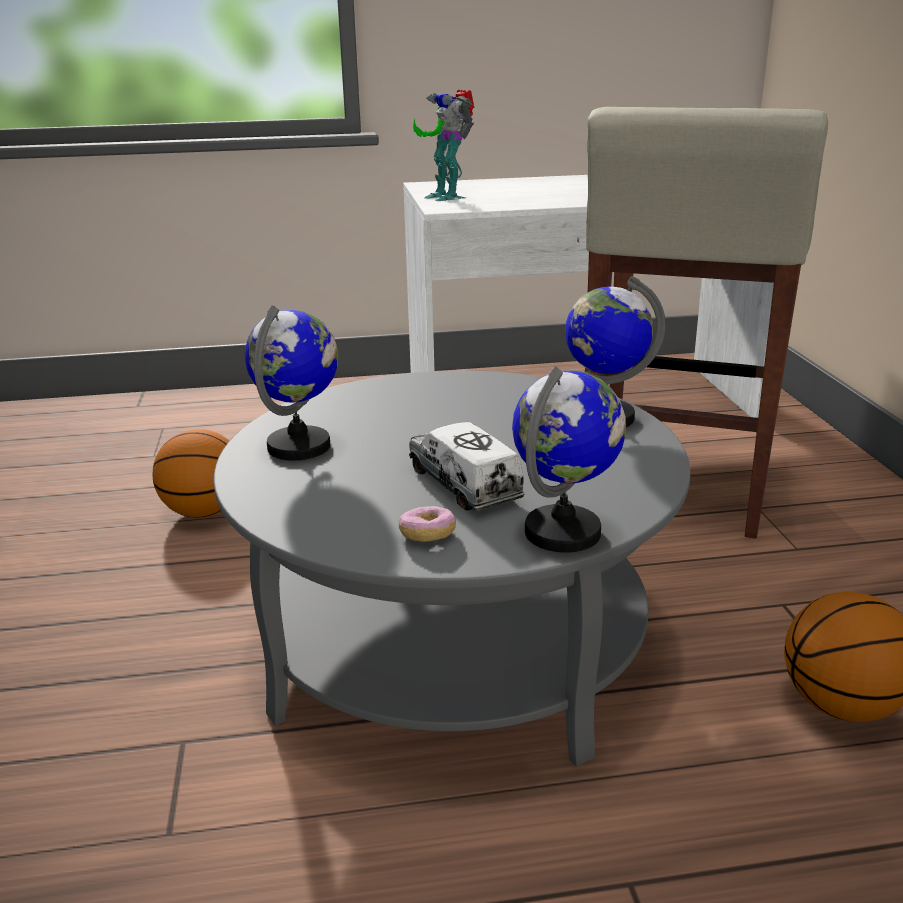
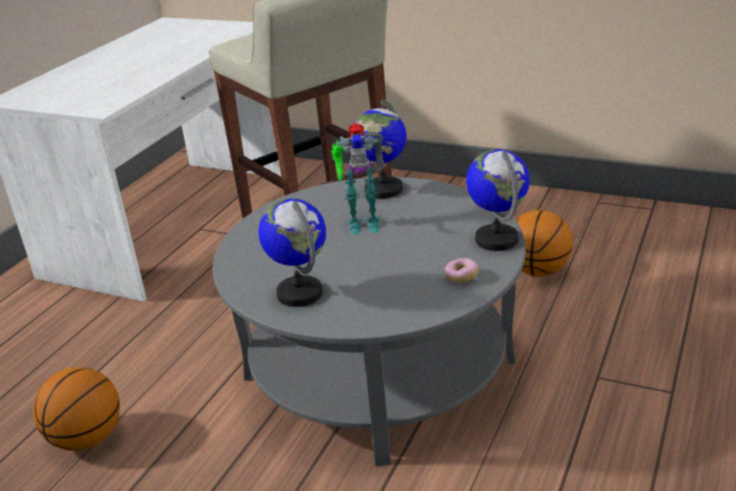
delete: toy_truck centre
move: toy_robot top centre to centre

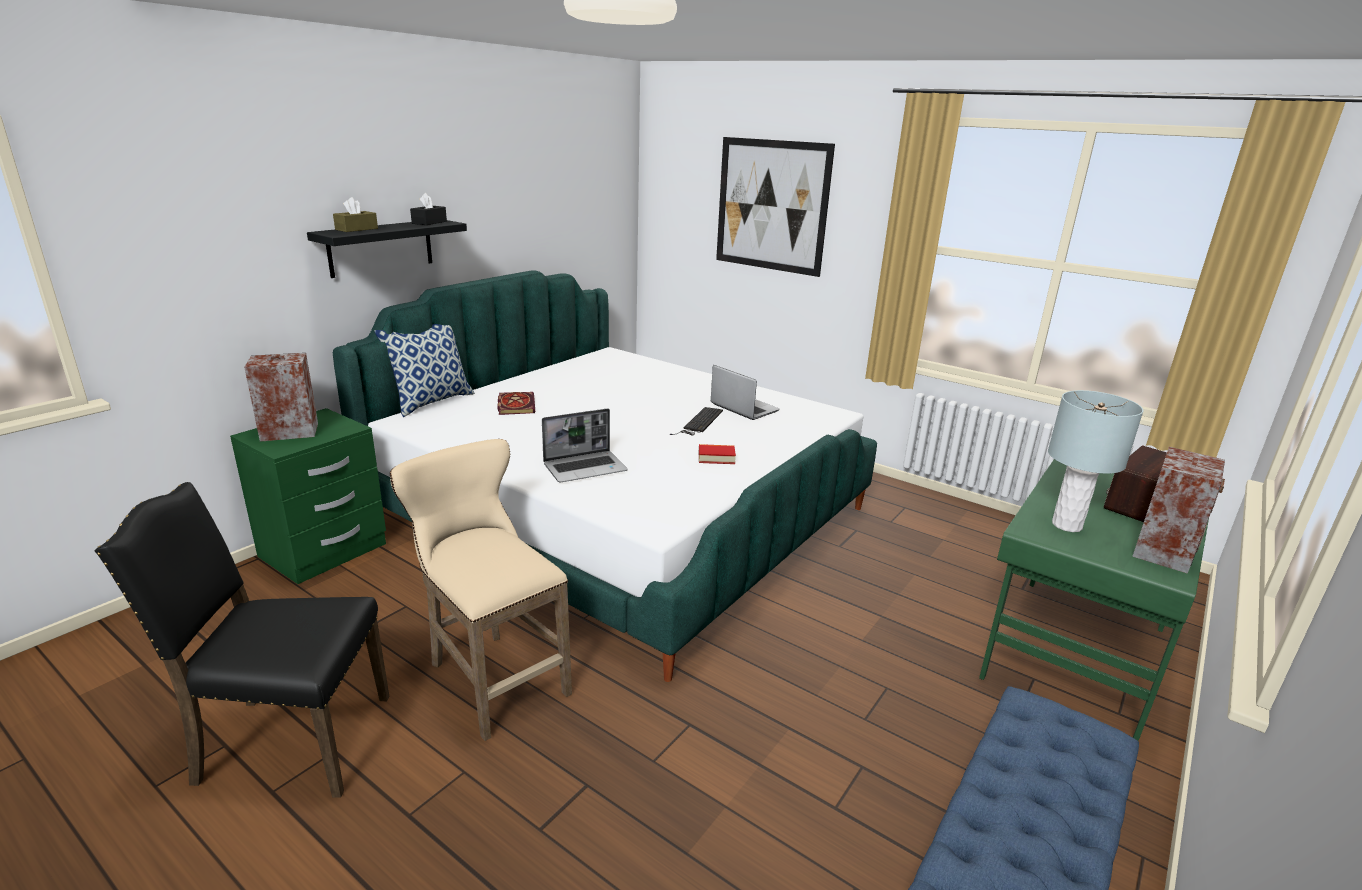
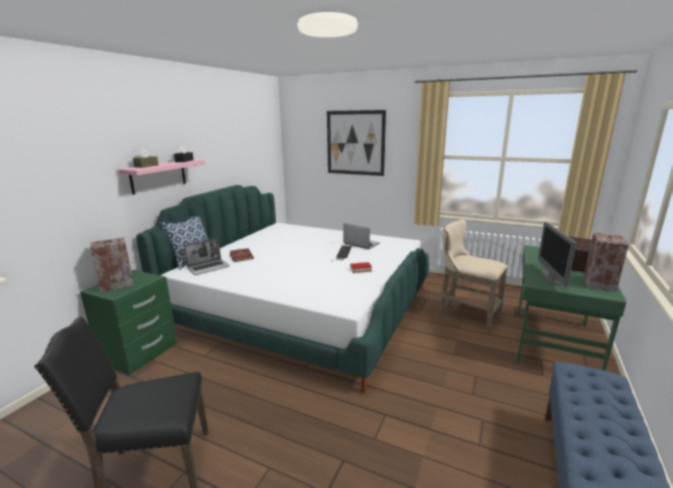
move: beige_stool centre to middle right; laptop (1st from left) centre to middle left
replace: grey_table_lamp middle right to monitor middle right
recolor: black_shelf top left to pink_shelf middle left

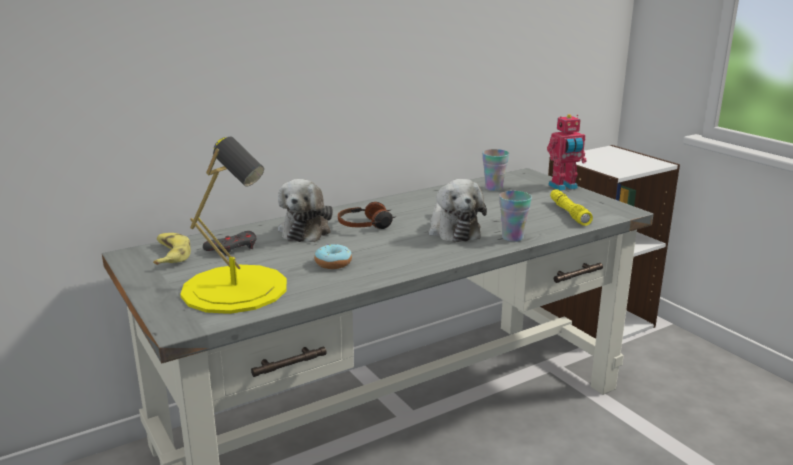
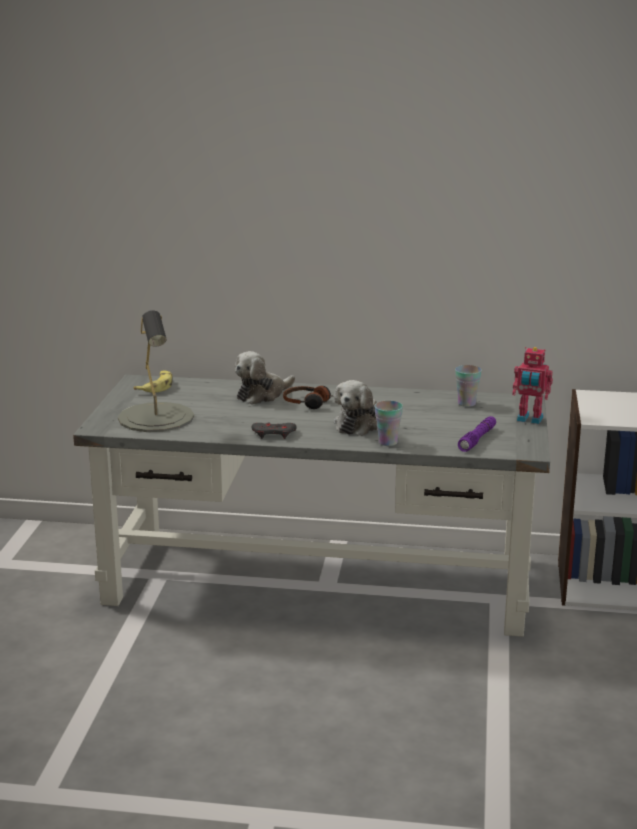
delete: donut centre
move: grey_game_controller middle left to centre
recolor: yellow_table_lamp middle left to grey_table_lamp middle left; yellow_flashlight middle right to purple_flashlight middle right

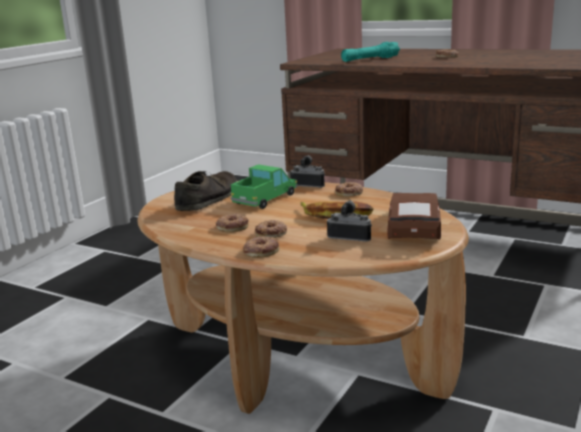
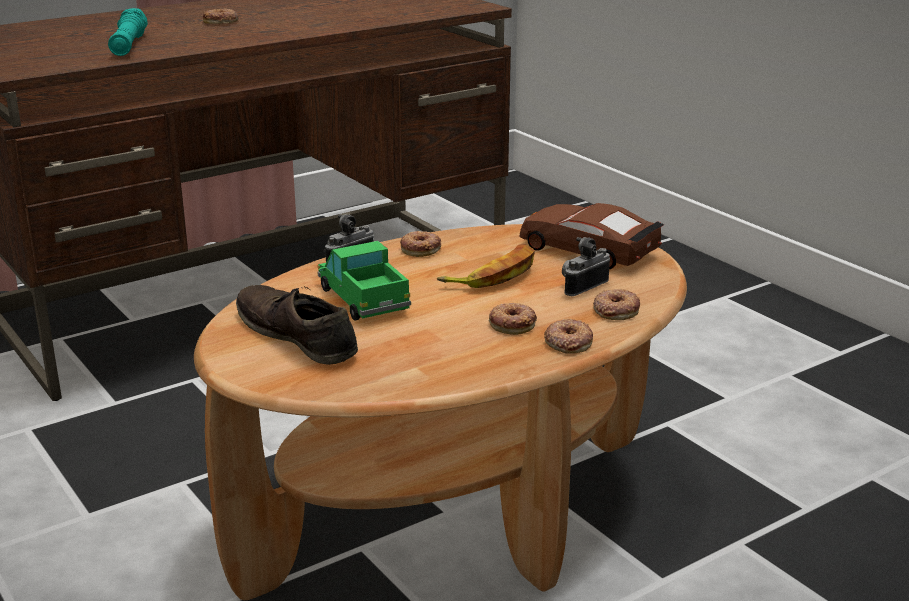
move: donut (1st from left in the first image) centre to donut (5th from left) middle right

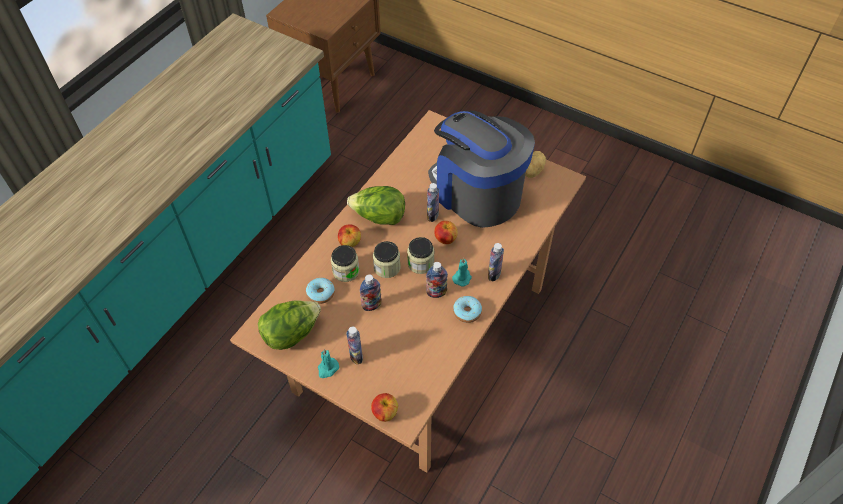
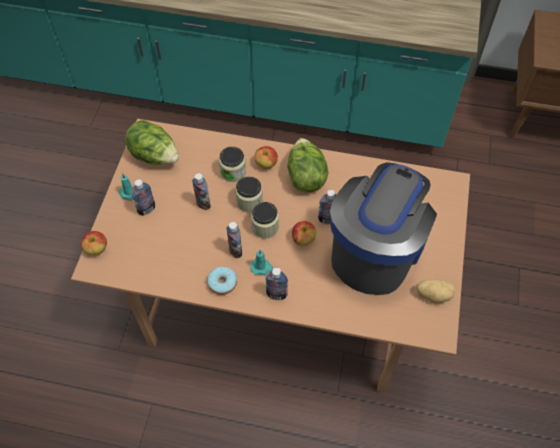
delete: donut (1st from left) centre

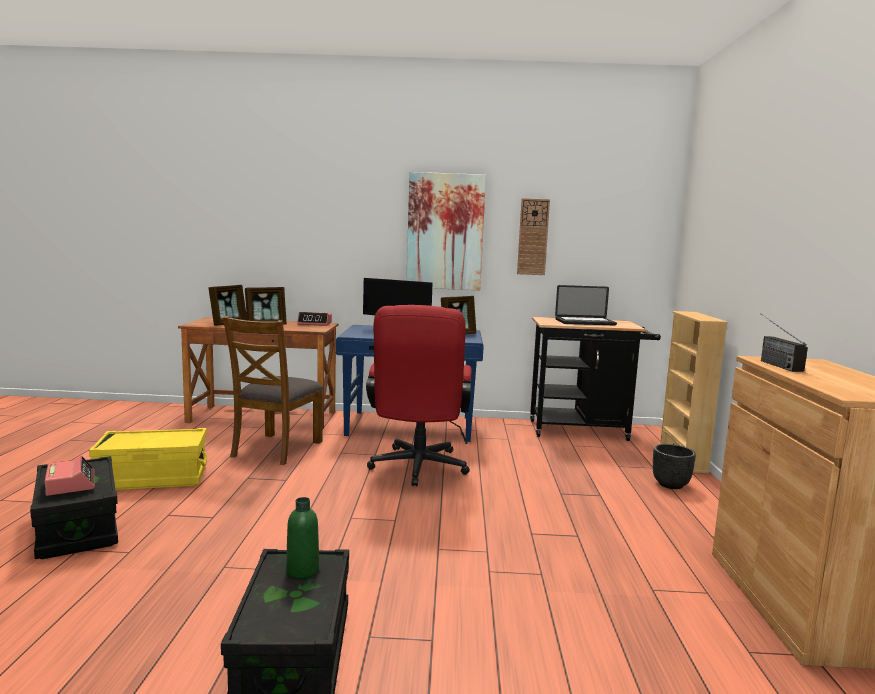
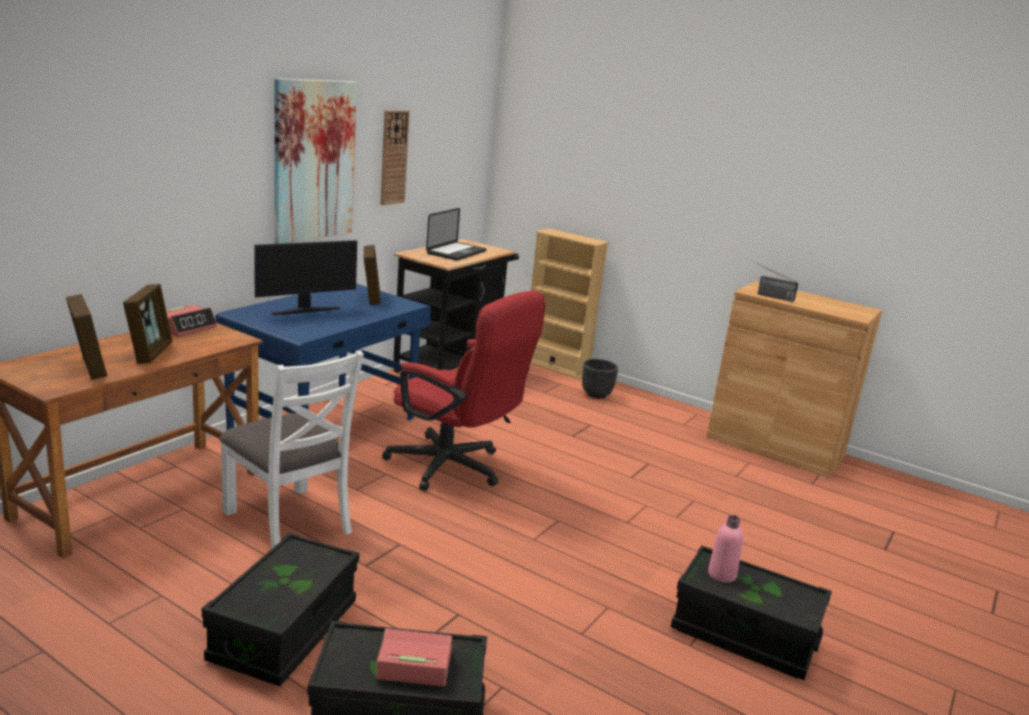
recolor: yellow_storage_box middle left to black_storage_box (1st from left) bottom left; brown_chair middle left to white_chair middle left; green_bottle bottom centre to pink_bottle bottom right

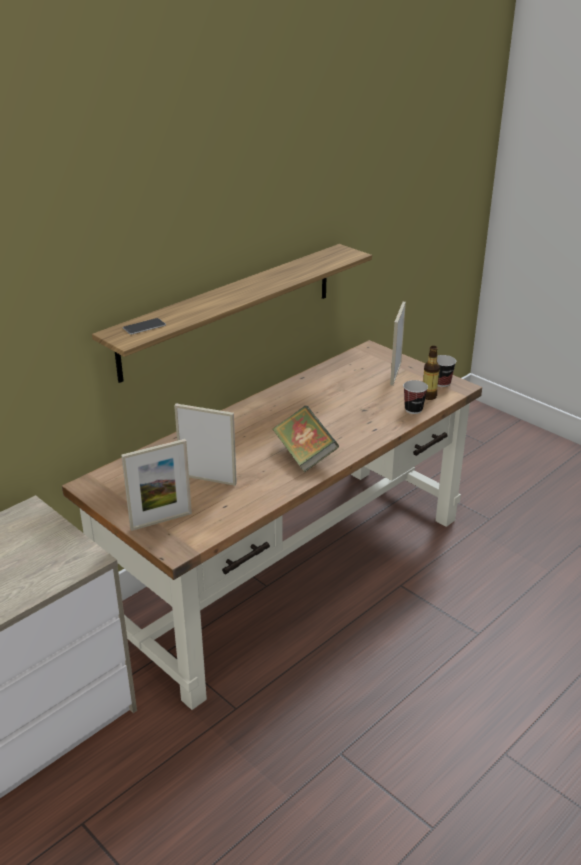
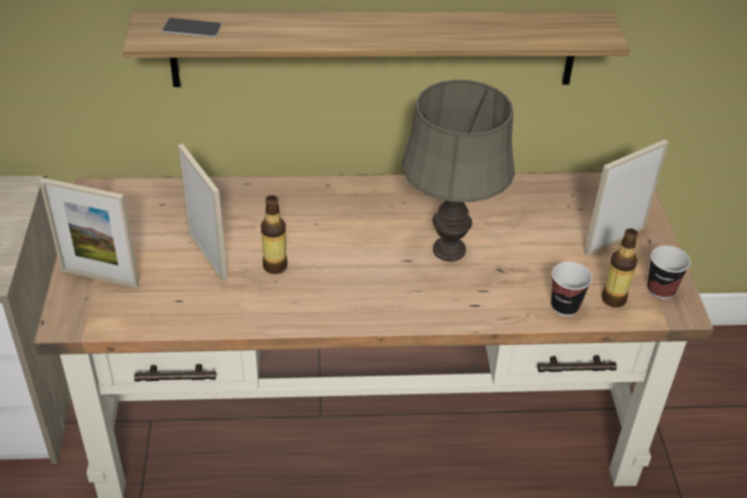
delete: book centre
insert: bottle (1st from left) centre; grey_table_lamp centre

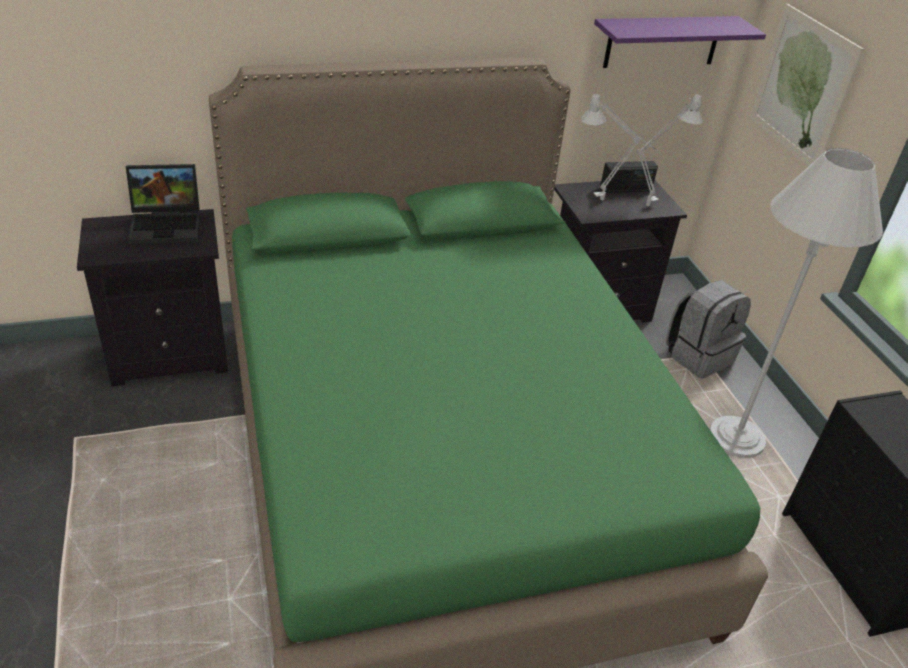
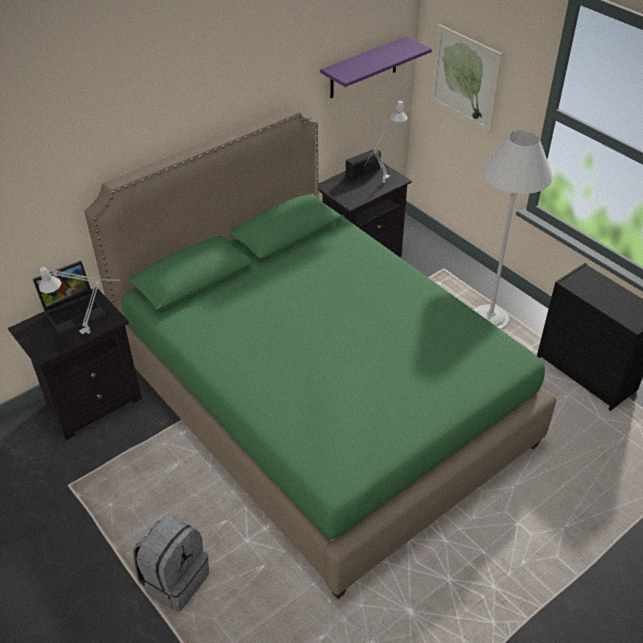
move: grey_table_lamp (1st from left) top right to middle left; grey_backpack middle right to bottom left

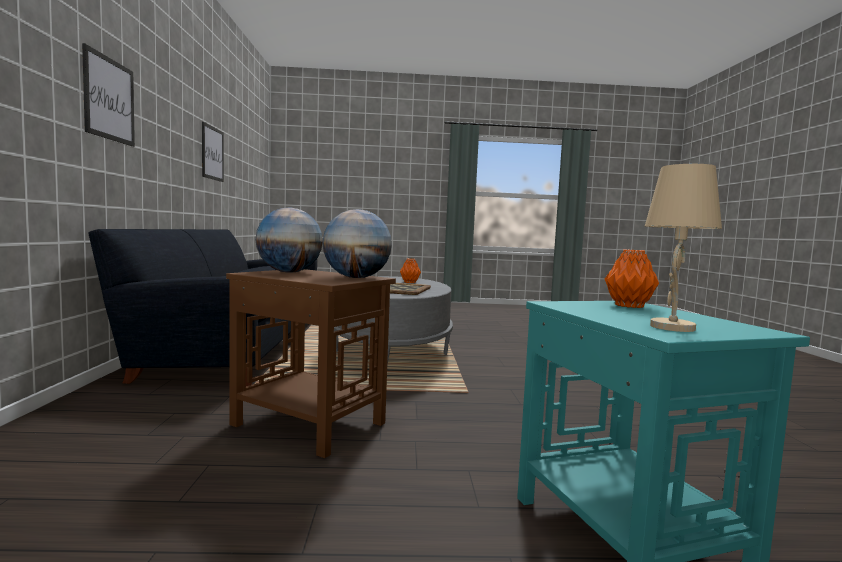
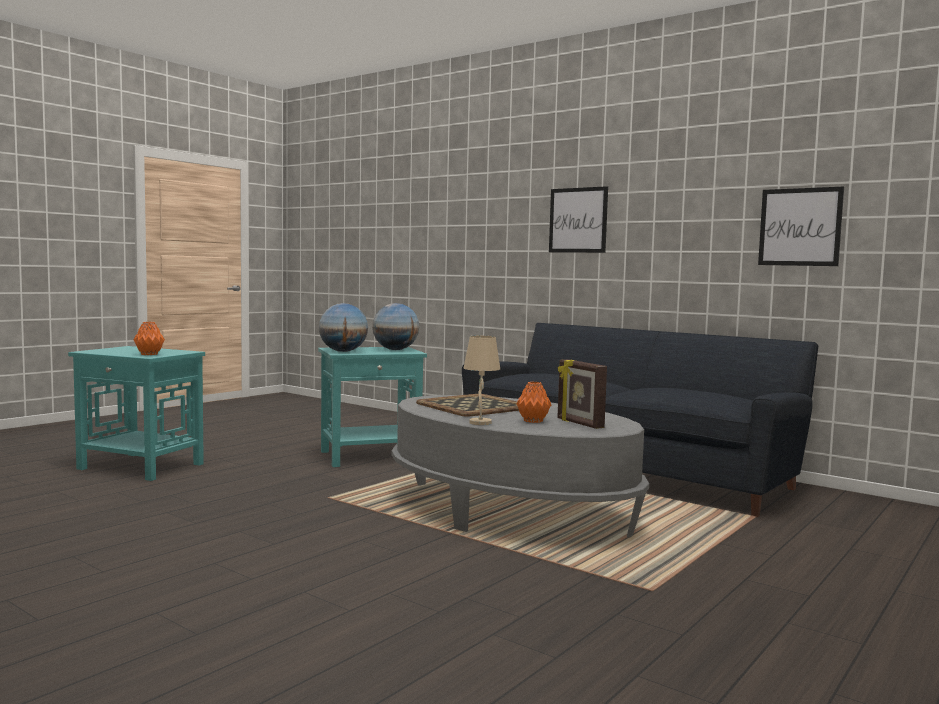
insert: picture_frame centre
move: beige_table_lamp middle right to centre
recolor: brown_side_table centre to turquoise_side_table (2nd from left) centre

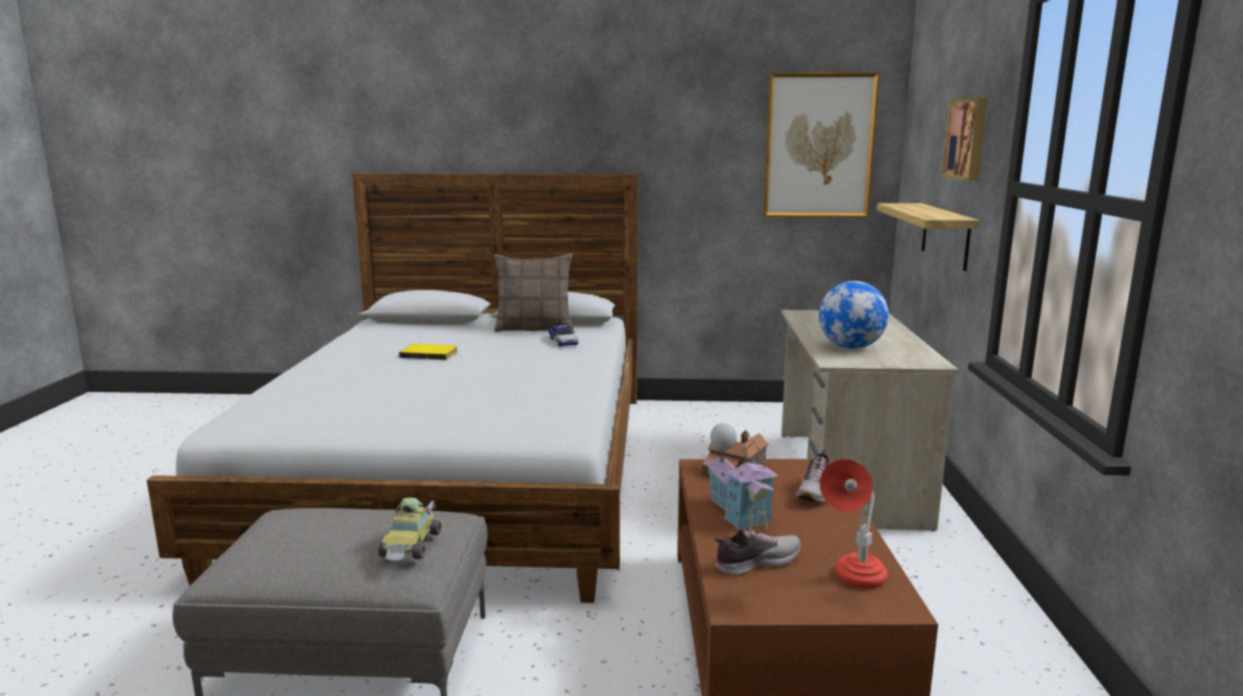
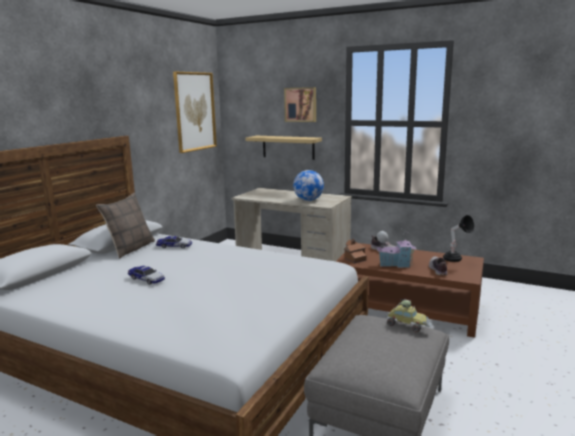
replace: yellow_book centre to toy_car (1st from left) middle left
recolor: red_table_lamp bottom right to black_table_lamp middle right

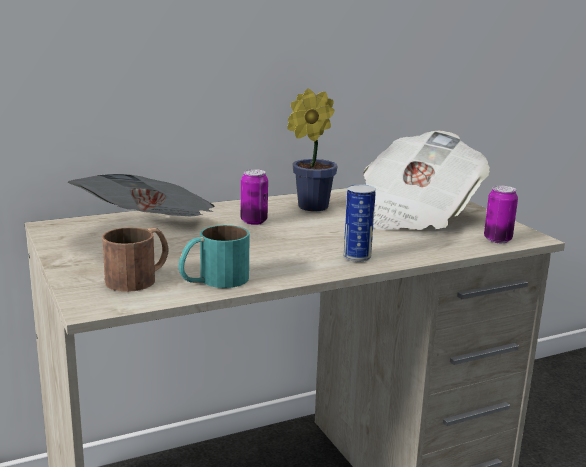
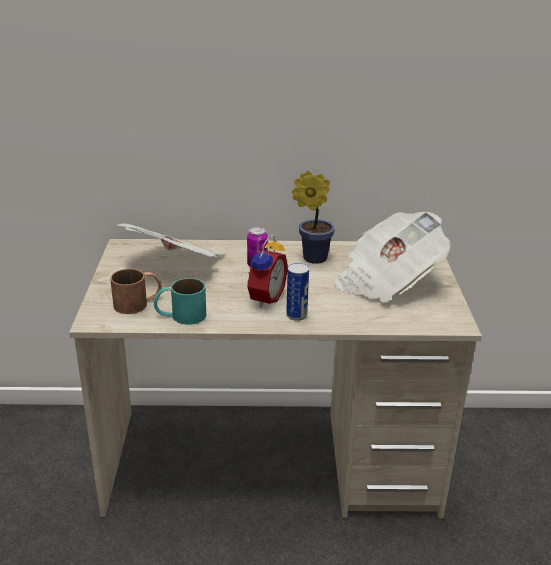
delete: can (3rd from left) middle right
insert: alarm_clock centre

